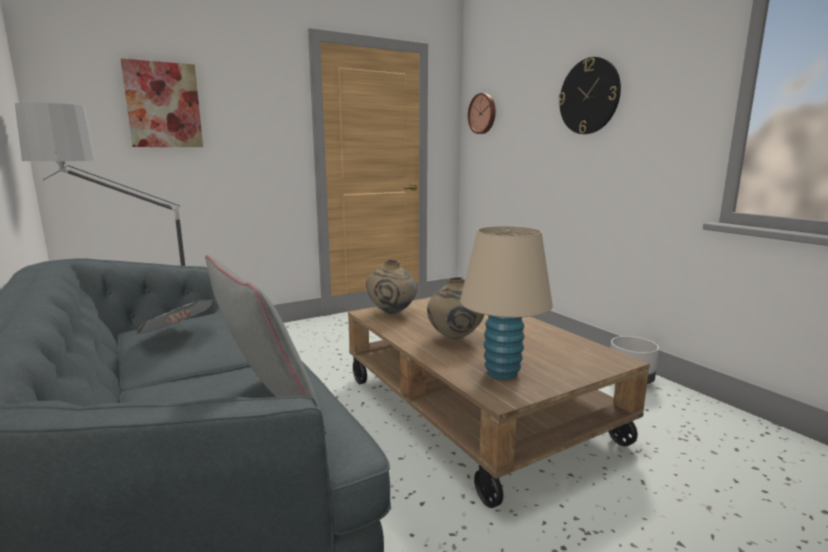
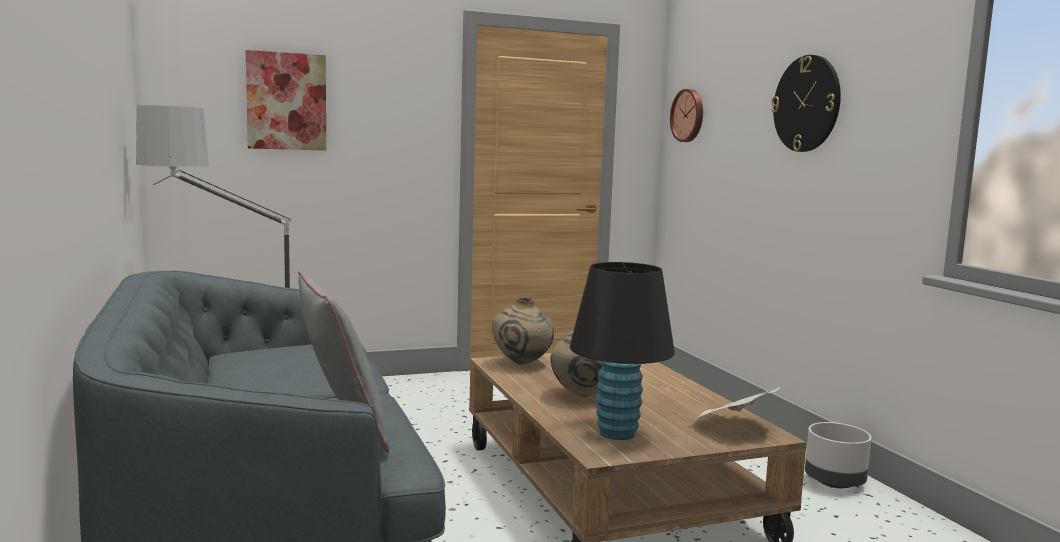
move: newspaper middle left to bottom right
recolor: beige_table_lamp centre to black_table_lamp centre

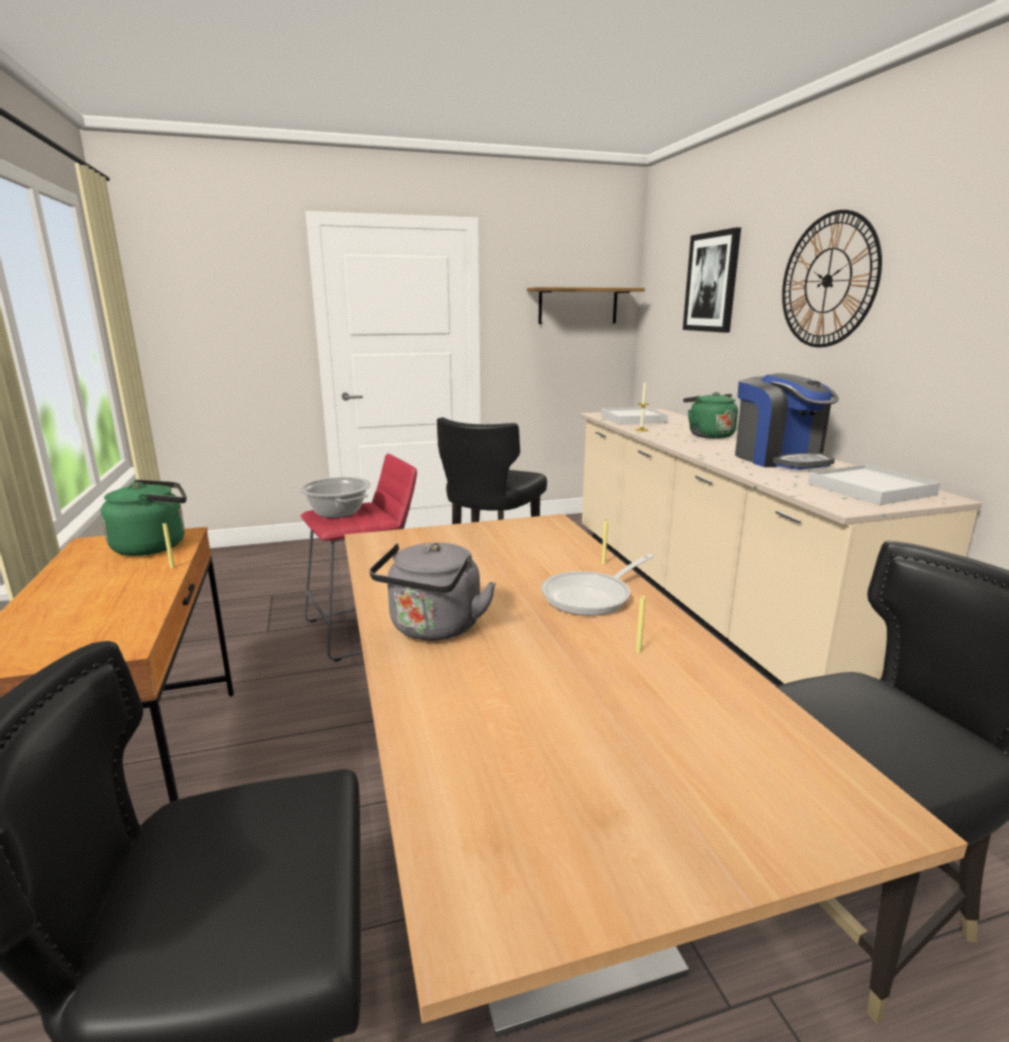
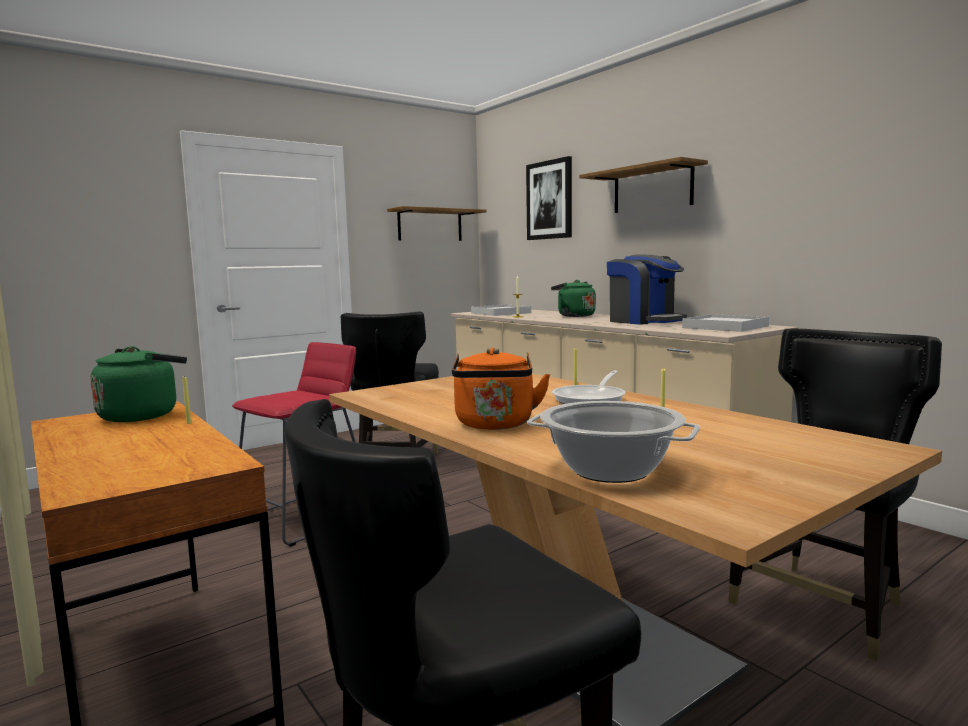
move: cooking_pot middle left to centre
replace: wall_clock top right to shelf (2nd from left) top centre
recolor: grey_kettle centre to orange_kettle centre

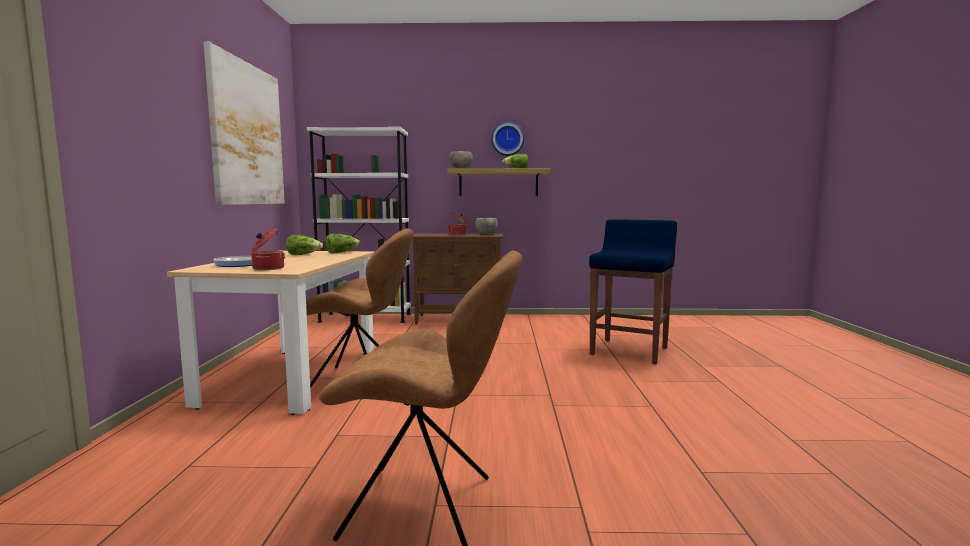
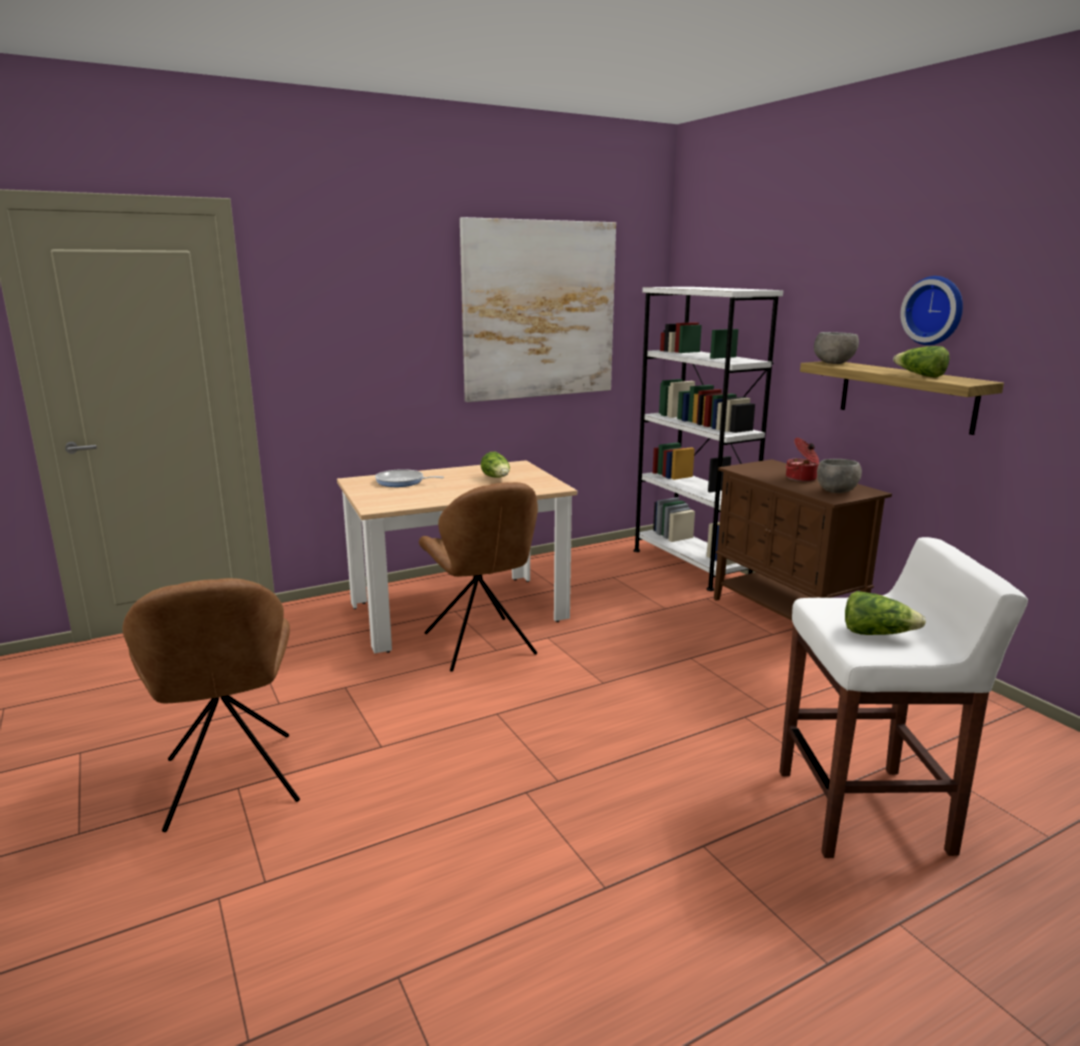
delete: cooking_pot (1st from left) middle left
move: lettuce (2nd from left) centre to middle right
recolor: blue_stool centre to white_stool middle right

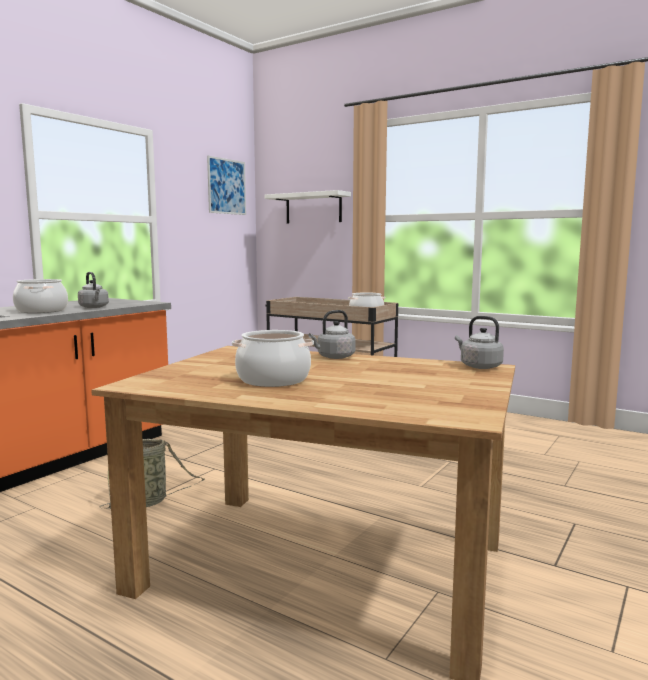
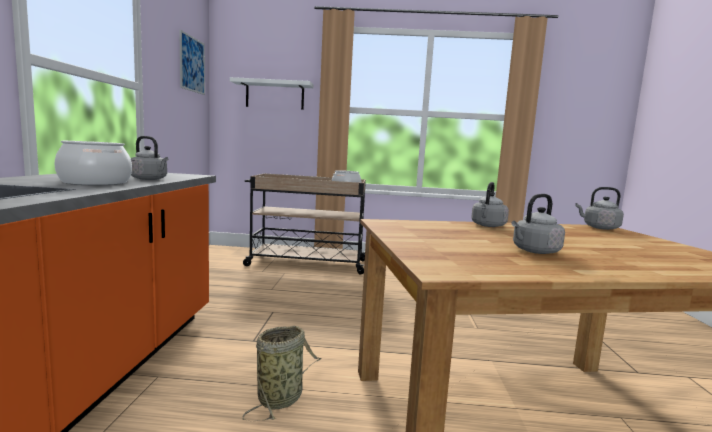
replace: cooking_pot (2nd from left) centre to grey_kettle (3rd from left) middle right

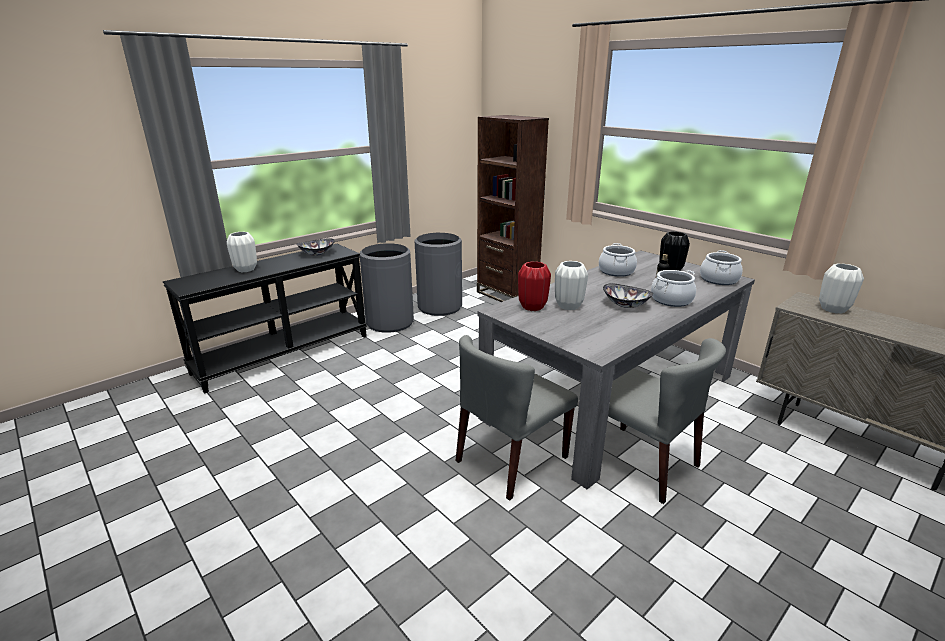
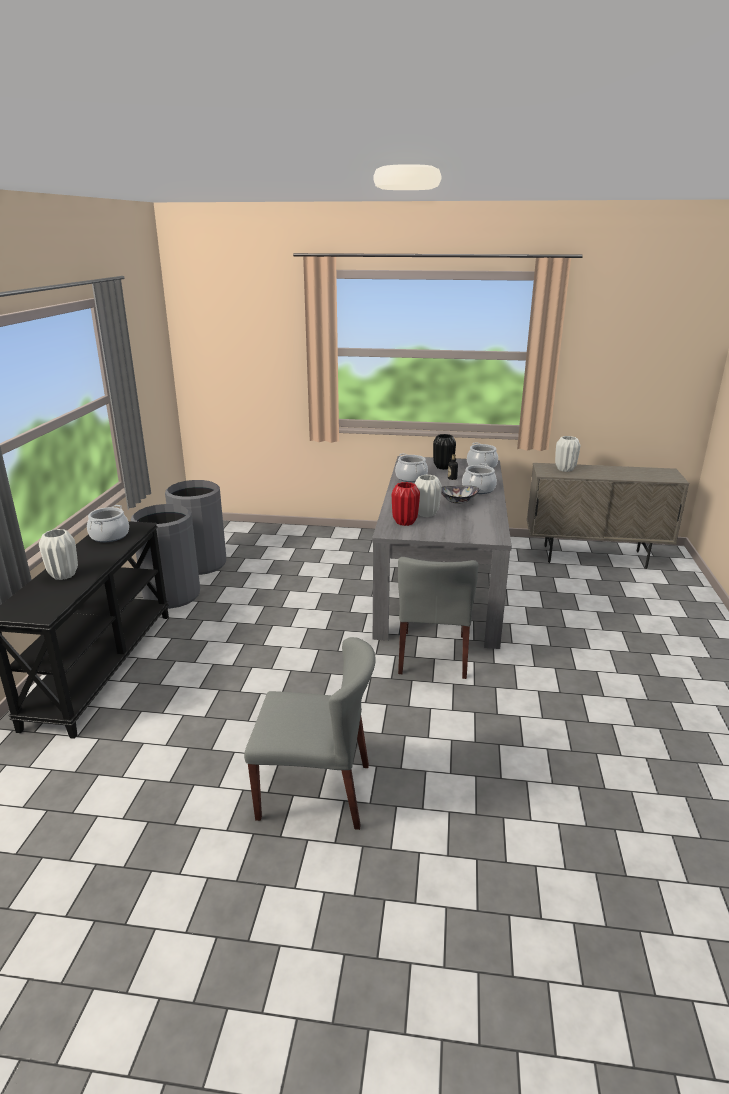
delete: brown_bookcase top centre
move: grey_chair (2nd from left in the first image) middle right to grey_chair (1st from left) bottom centre
replace: bowl (1st from left) centre to cooking_pot (1st from left) middle left

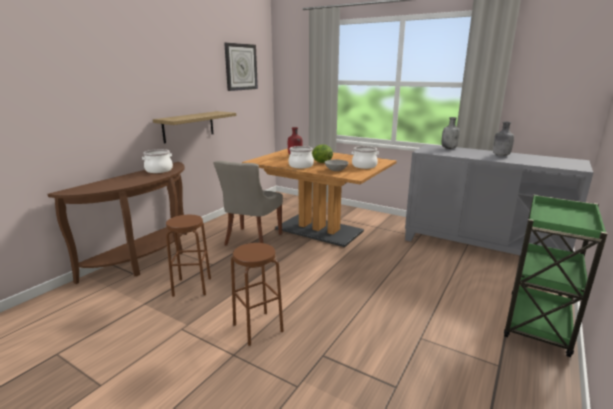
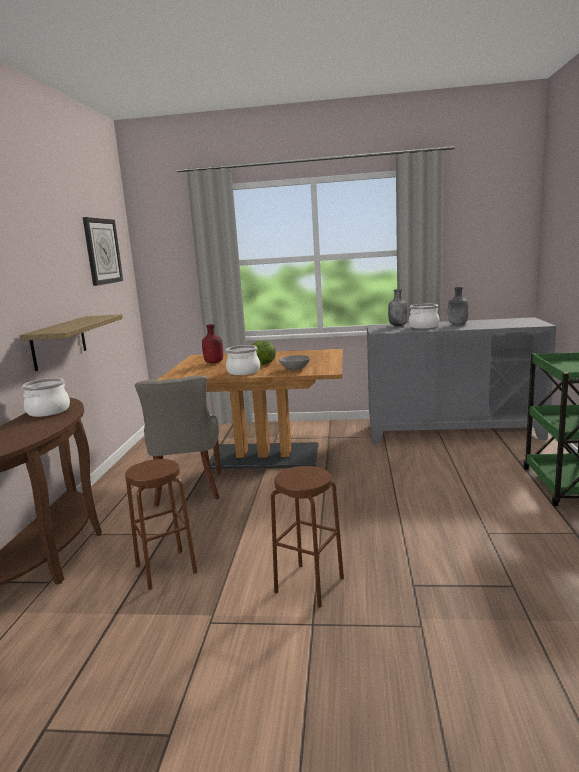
move: cooking_pot (3rd from left) centre to middle right

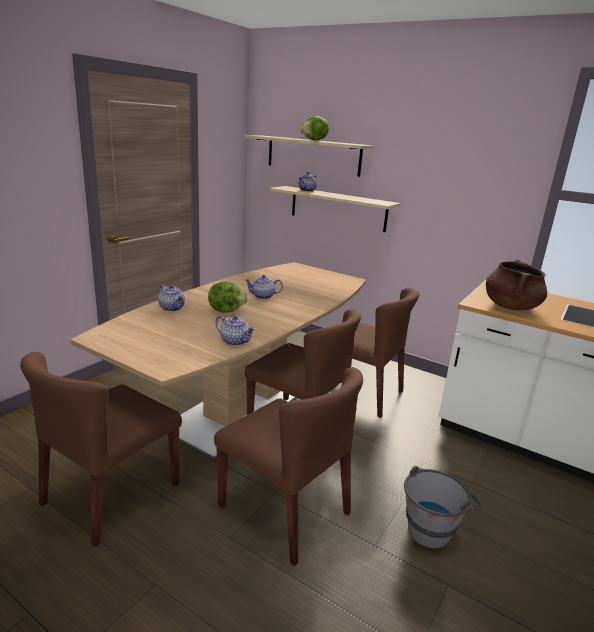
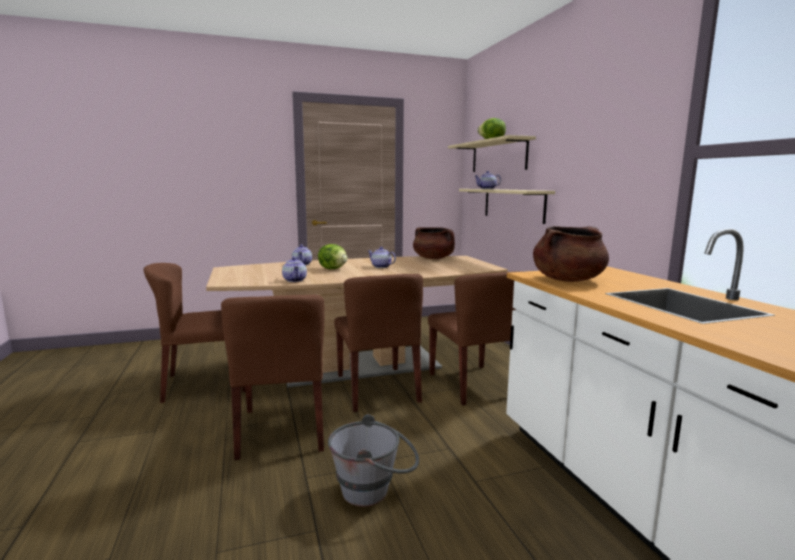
insert: brown_cooking_pot (1st from left) centre

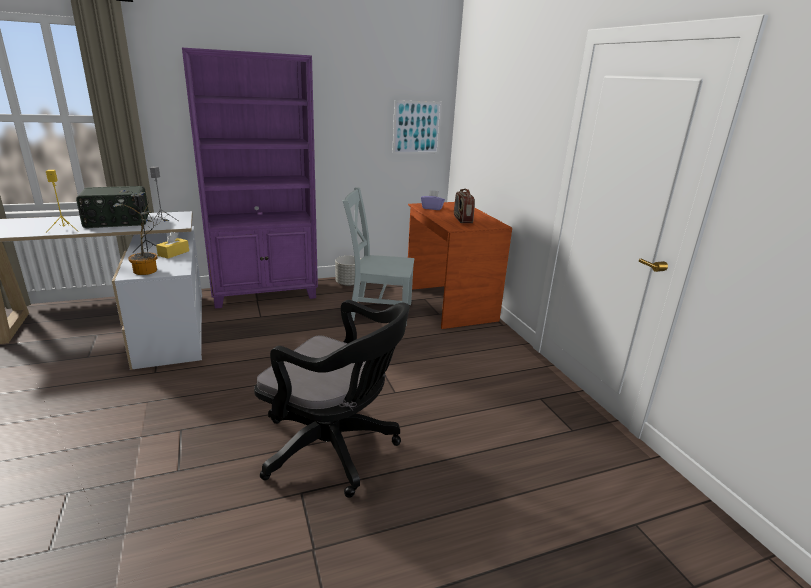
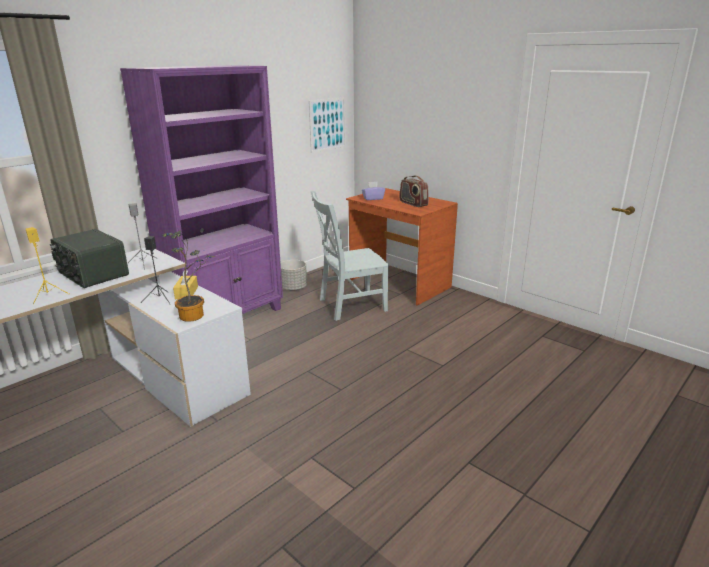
delete: black_office_chair bottom centre
rotate: radio (1st from left) middle left = middle left 90 degrees clockwise

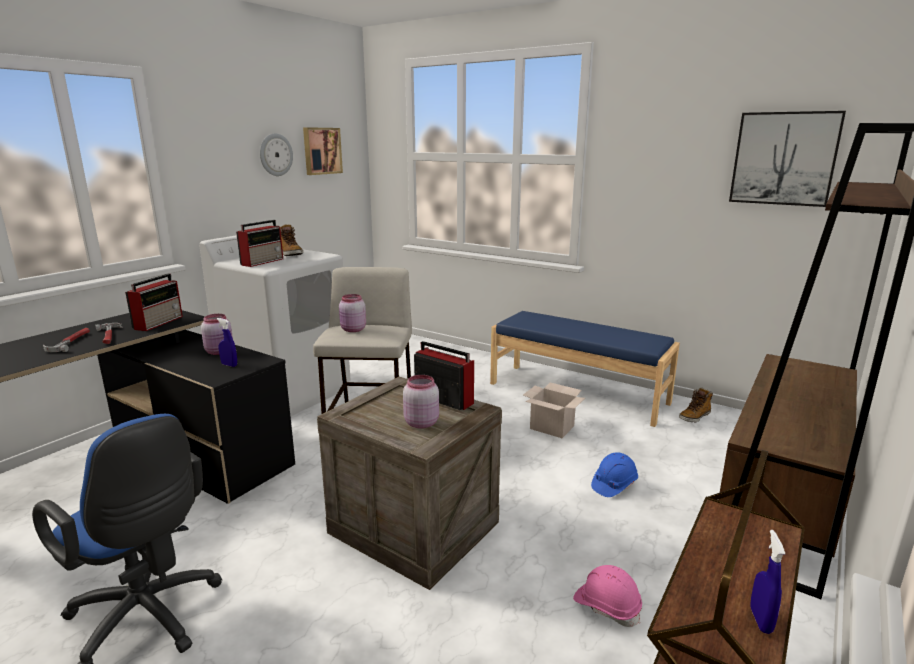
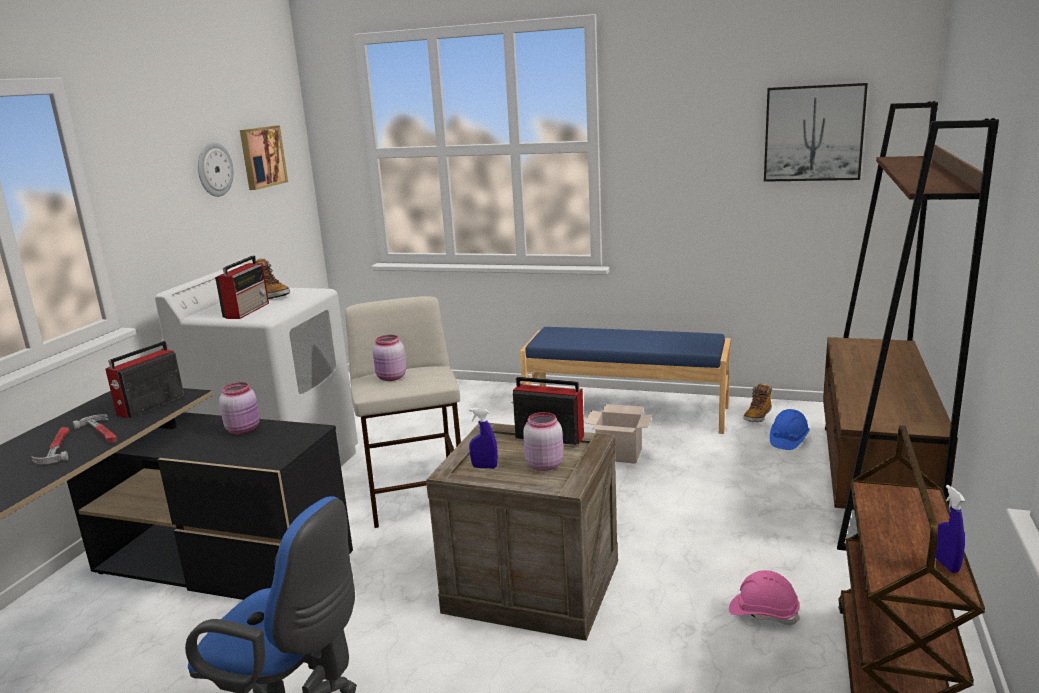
move: blue_spray_bottle (1st from left) middle left to centre; blue_hard_hat bottom right to middle right
rotate: radio (1st from left) middle left = middle left 150 degrees counterclockwise

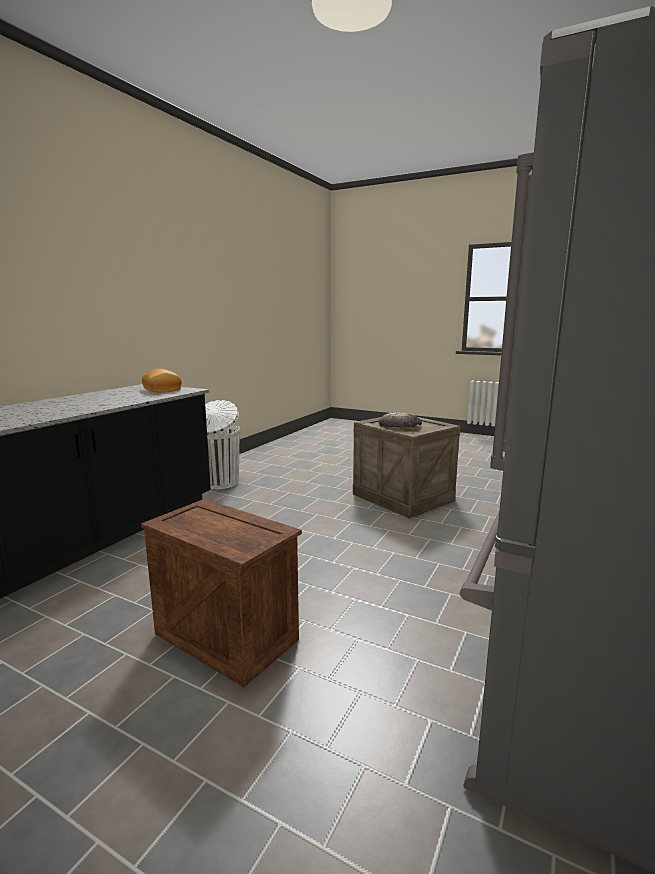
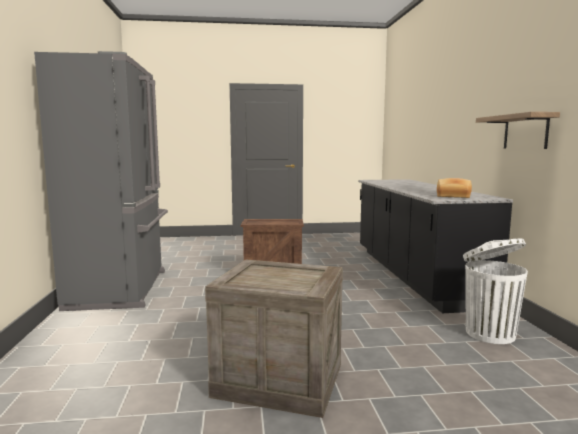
delete: bread (2nd from left) centre
insert: shelf top right

